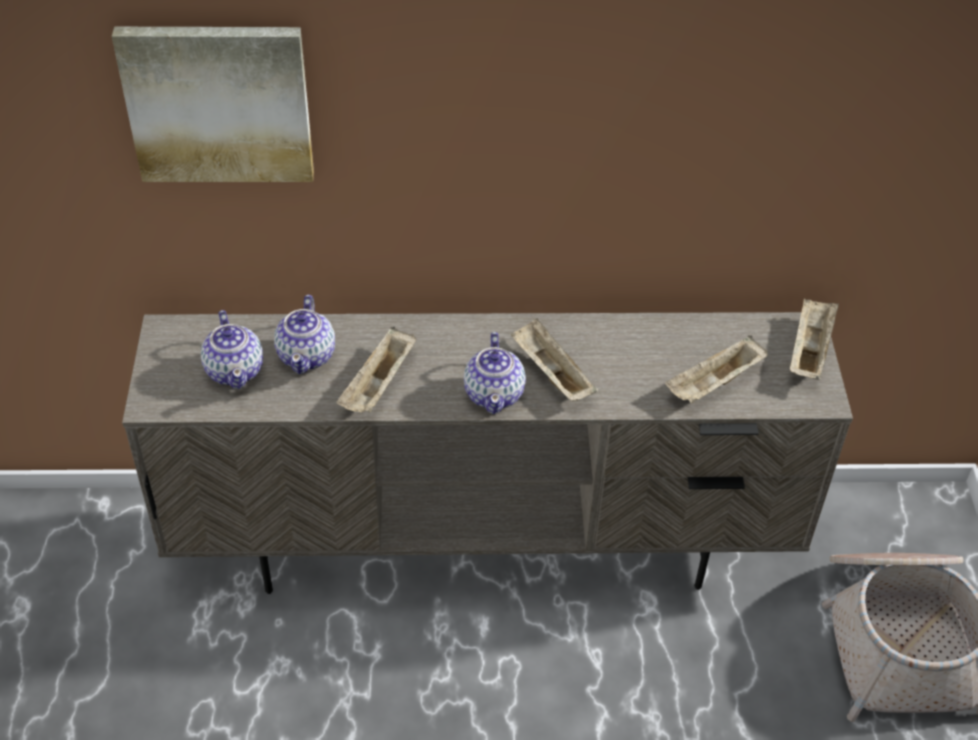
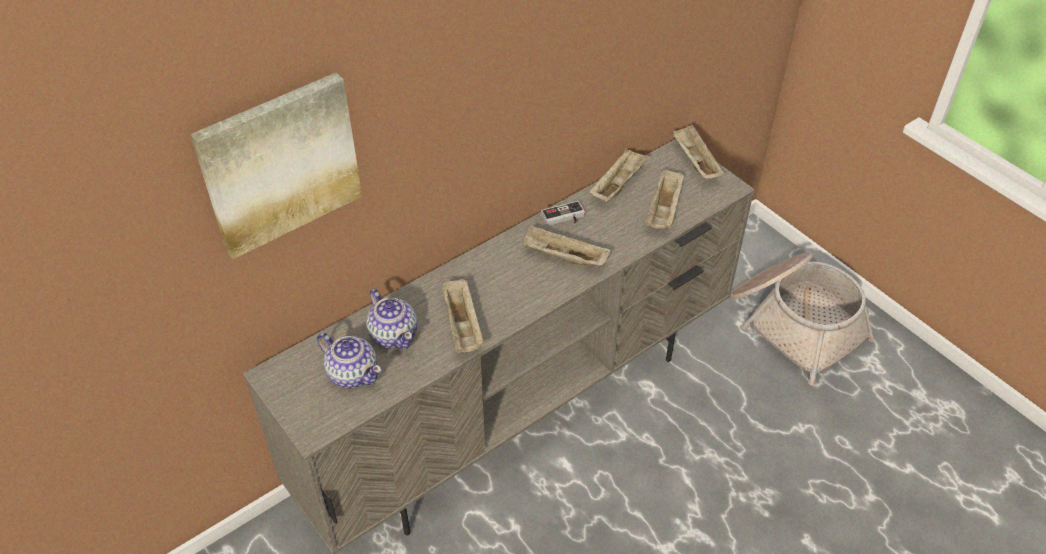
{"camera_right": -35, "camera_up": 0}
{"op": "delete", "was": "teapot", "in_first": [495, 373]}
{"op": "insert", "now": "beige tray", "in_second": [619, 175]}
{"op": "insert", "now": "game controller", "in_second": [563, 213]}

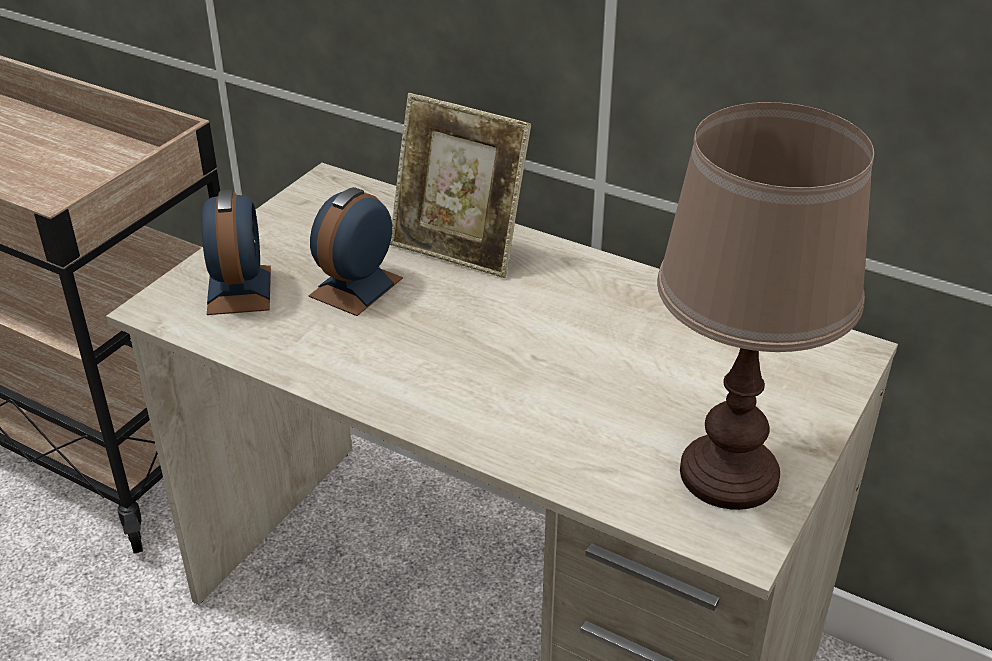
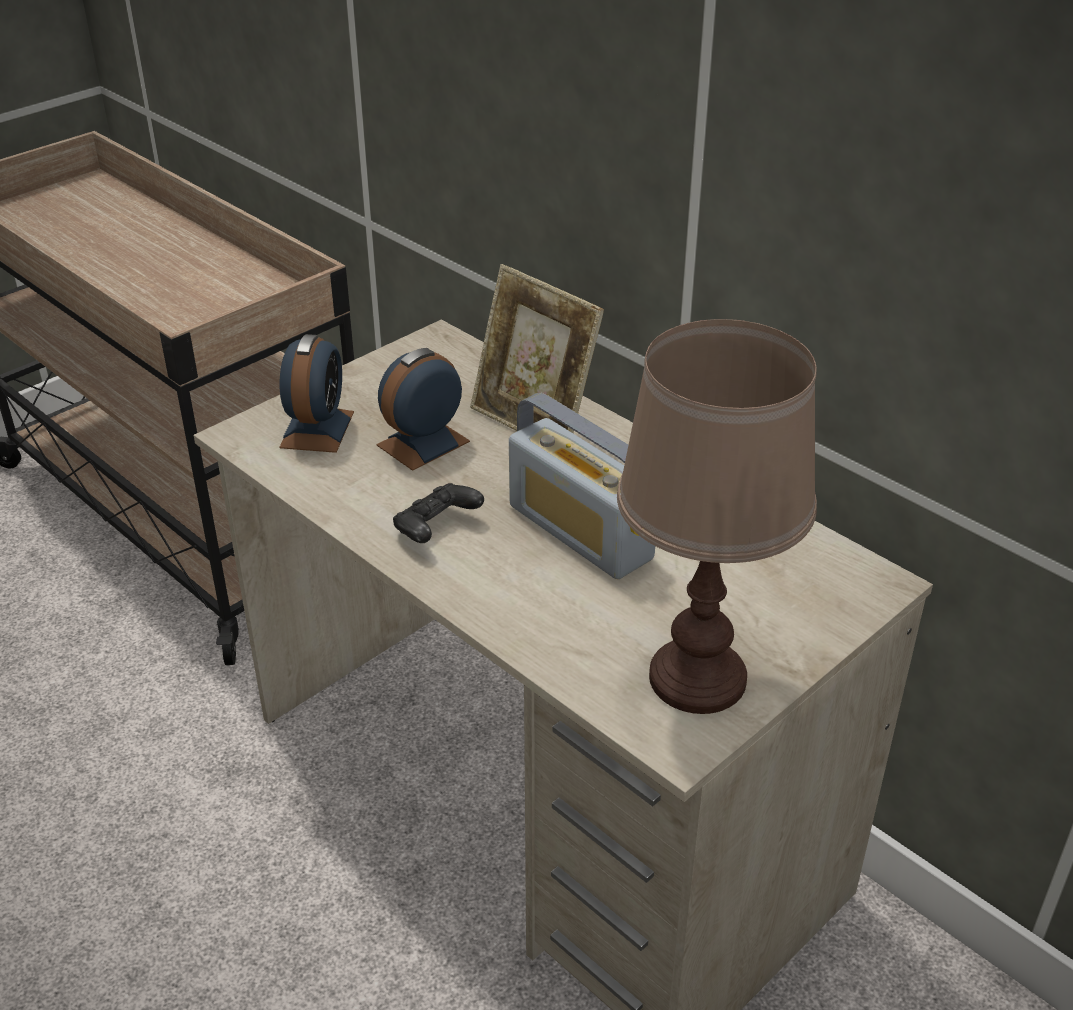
{"camera_right": 15, "camera_up": 0}
{"op": "insert", "now": "radio", "in_second": [582, 486]}
{"op": "insert", "now": "black game controller", "in_second": [438, 513]}

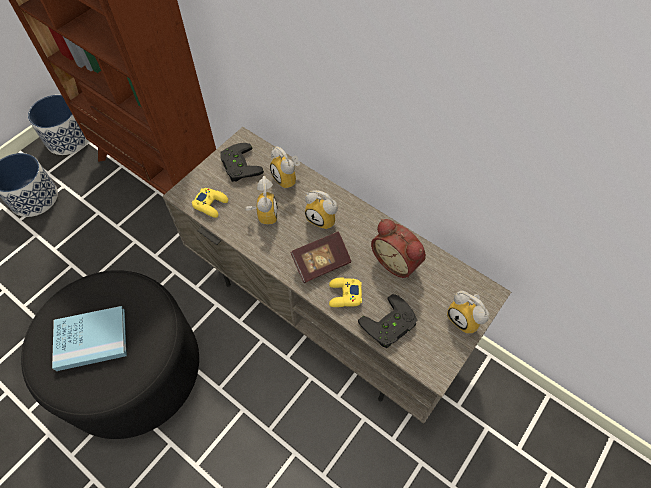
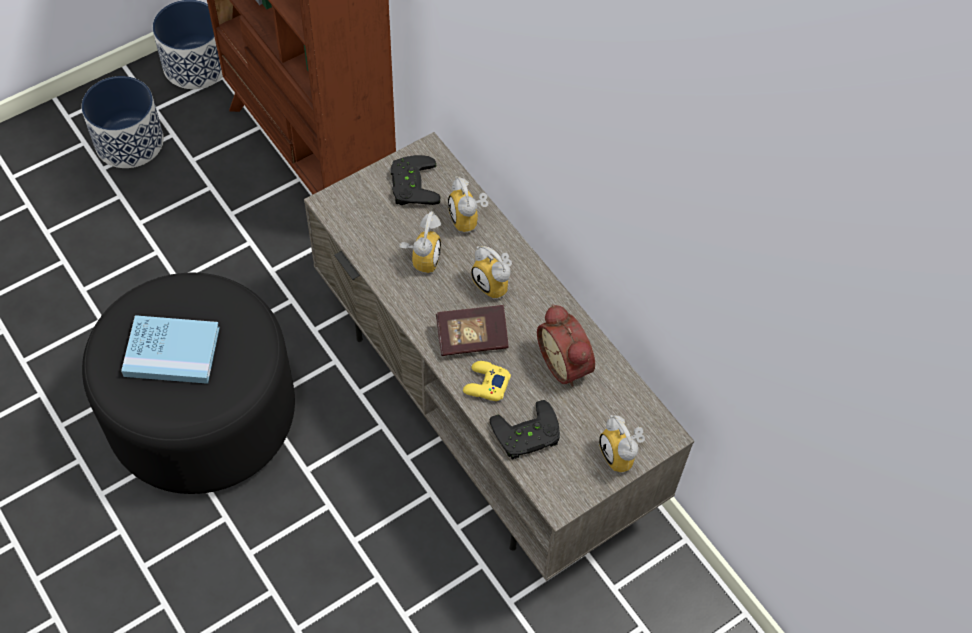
{"camera_right": 15, "camera_up": 0}
{"op": "delete", "was": "yellow game controller", "in_first": [210, 203]}

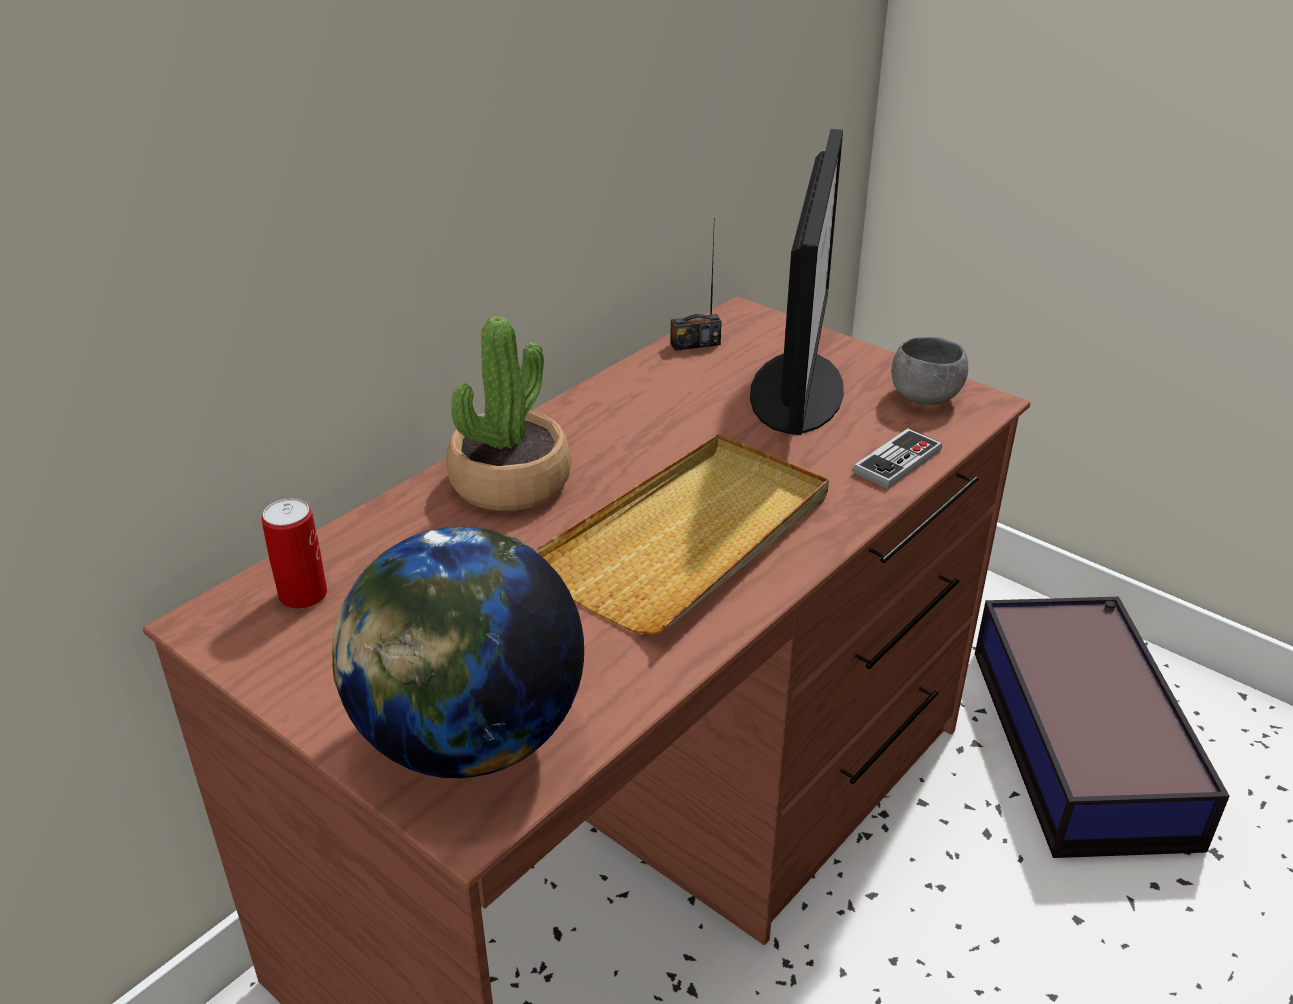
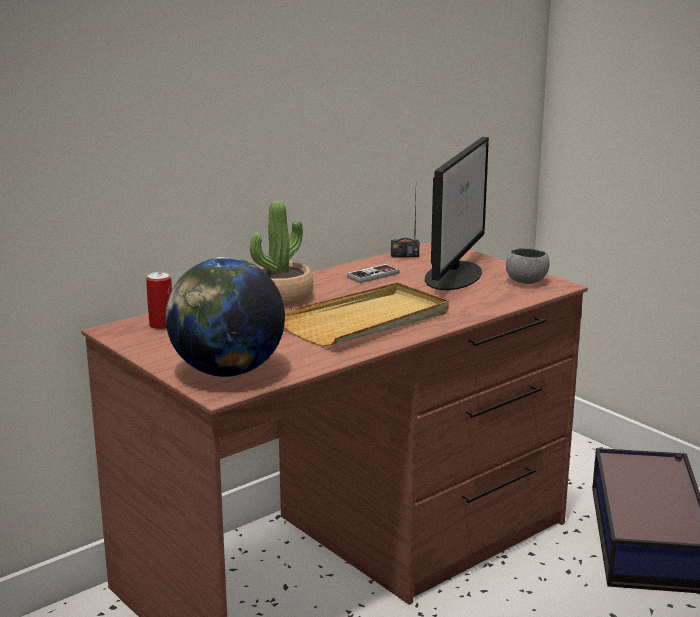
{"camera_right": 10, "camera_up": -15}
{"op": "move", "was": "game controller", "in_first": [897, 458], "in_second": [373, 273]}

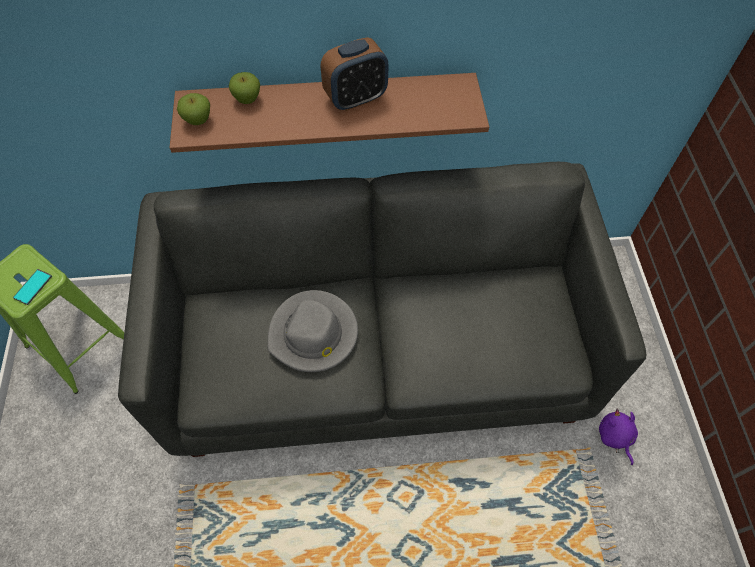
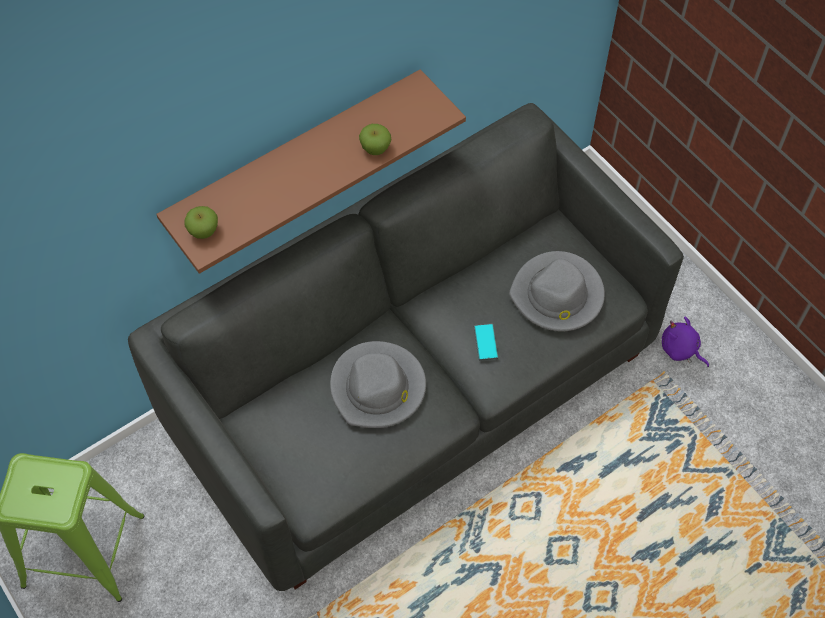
{"camera_right": -30, "camera_up": 0}
{"op": "delete", "was": "alarm clock", "in_first": [354, 74]}
{"op": "move", "was": "apple", "in_first": [244, 88], "in_second": [375, 139]}
{"op": "move", "was": "phone", "in_first": [32, 287], "in_second": [486, 342]}
{"op": "insert", "now": "grey hat", "in_second": [557, 291]}

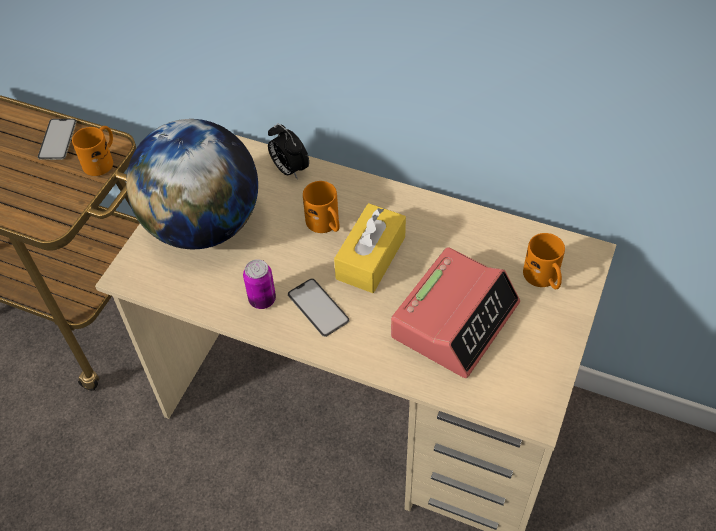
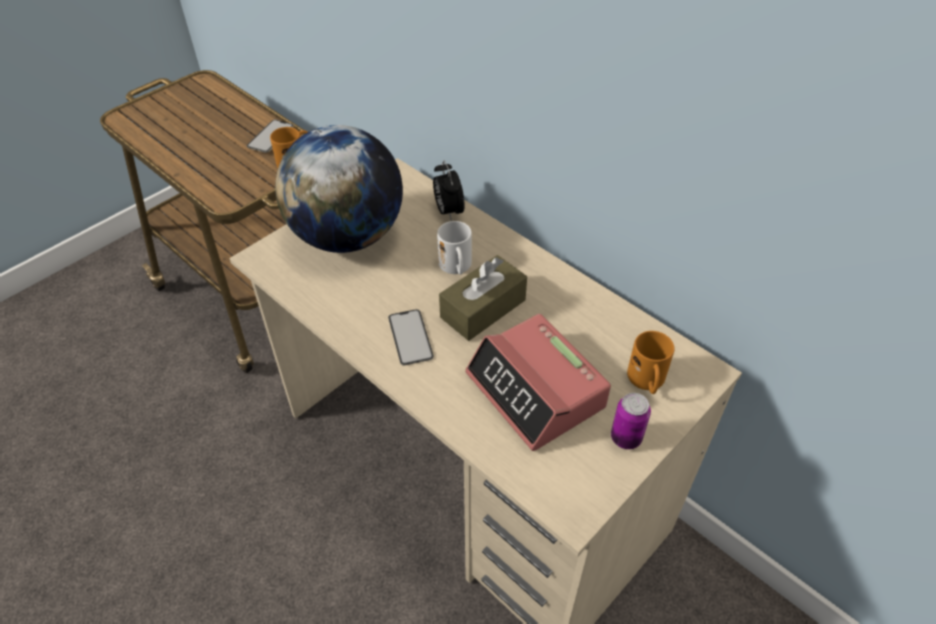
{"camera_right": 20, "camera_up": -5}
{"op": "recolor", "was": "orange mug", "now": "white mug", "in_first": [321, 207], "in_second": [454, 248]}
{"op": "recolor", "was": "yellow tissue box", "now": "brown tissue box", "in_first": [370, 248], "in_second": [483, 298]}
{"op": "rotate", "was": "alarm clock", "in_first": [455, 312], "in_second": [538, 382], "clockwise": 90}
{"op": "move", "was": "can", "in_first": [259, 284], "in_second": [631, 421]}

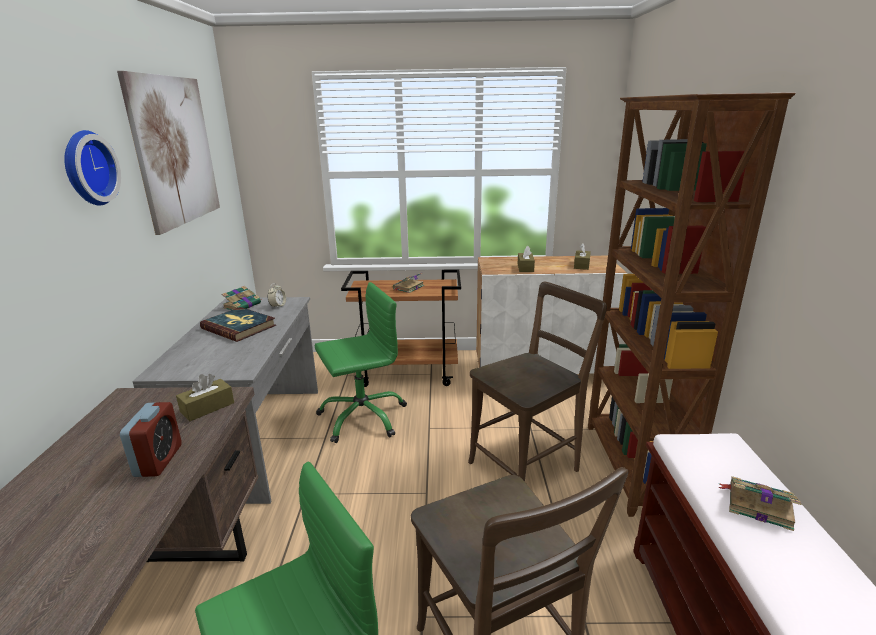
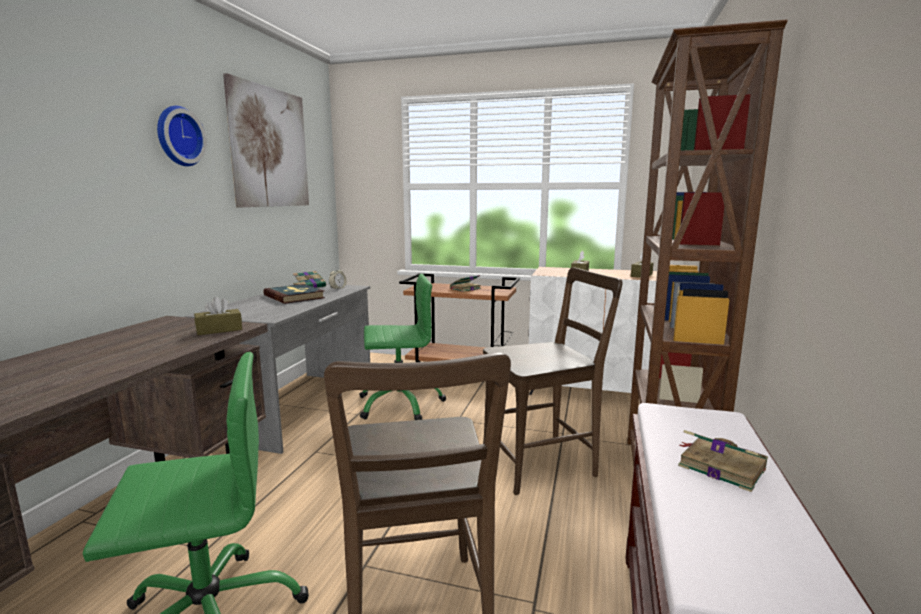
{"camera_right": 15, "camera_up": -10}
{"op": "delete", "was": "alarm clock", "in_first": [151, 439]}

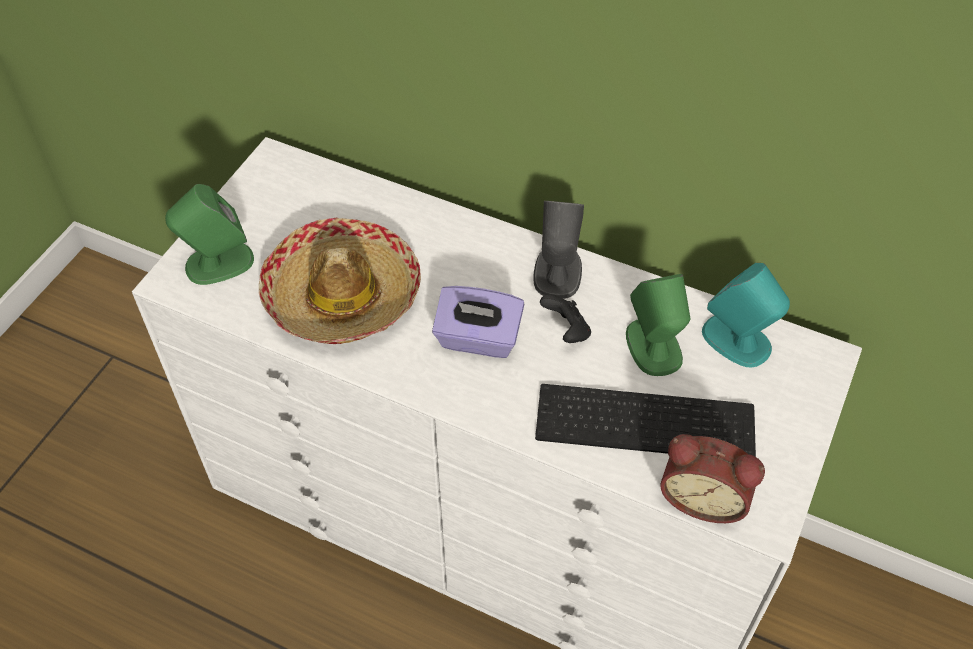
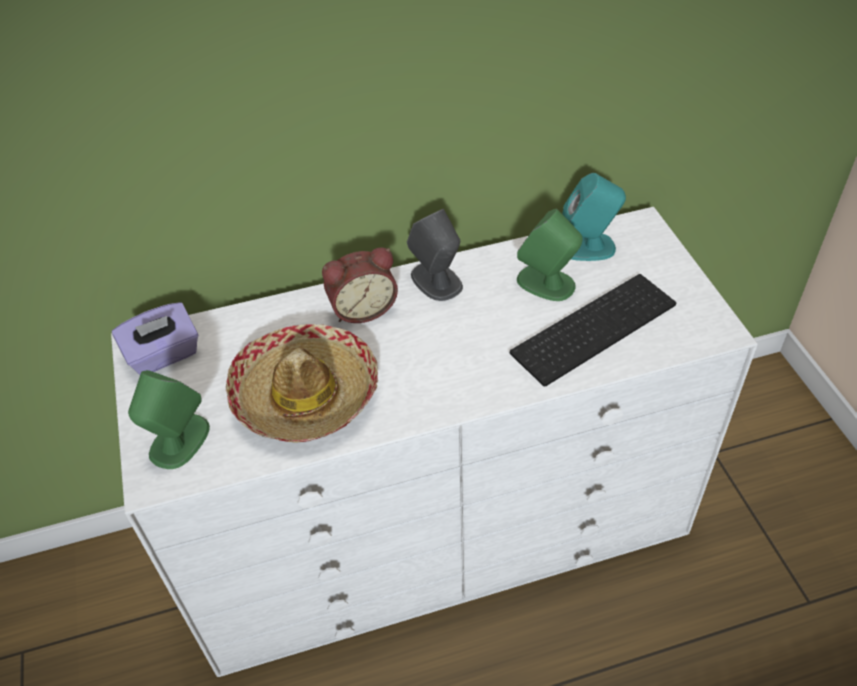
{"camera_right": -40, "camera_up": -5}
{"op": "move", "was": "purple tissue box", "in_first": [478, 322], "in_second": [155, 338]}
{"op": "delete", "was": "black game controller", "in_first": [565, 318]}
{"op": "move", "was": "alarm clock", "in_first": [712, 478], "in_second": [360, 285]}

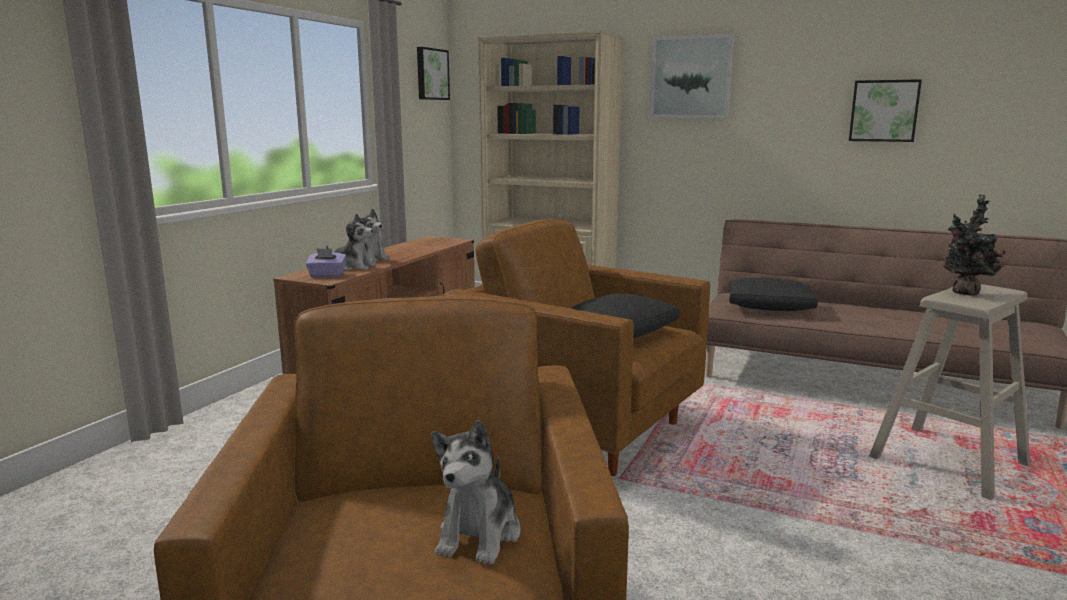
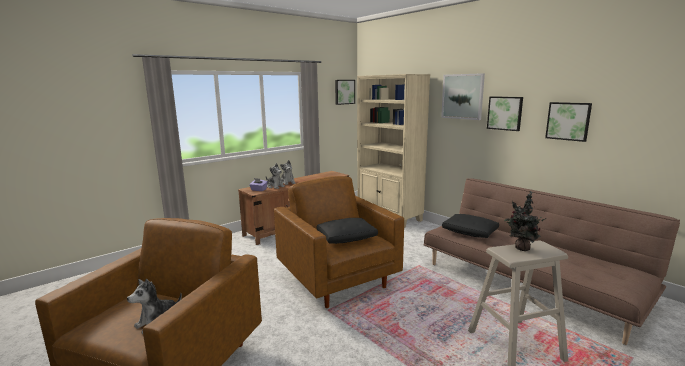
{"camera_right": 25, "camera_up": 0}
{"op": "insert", "now": "picture", "in_second": [505, 113]}

